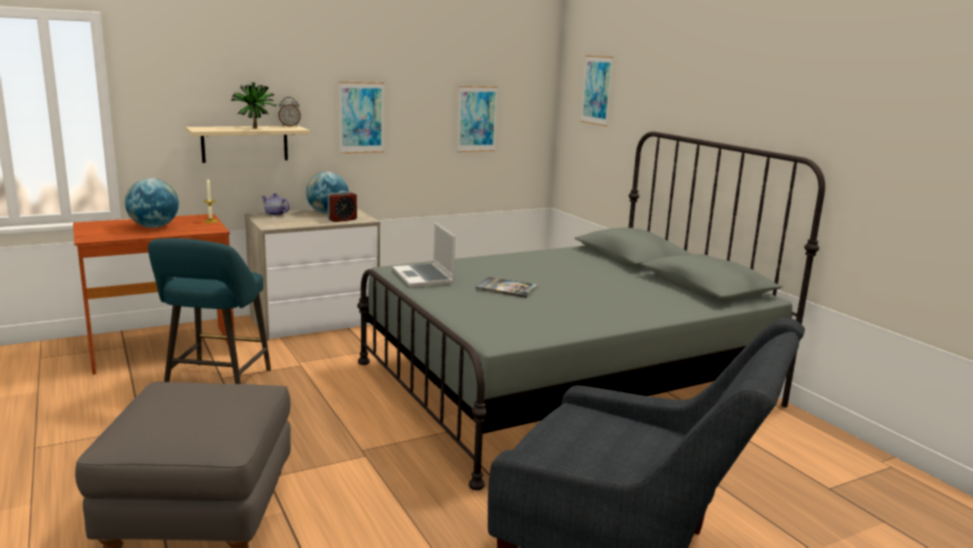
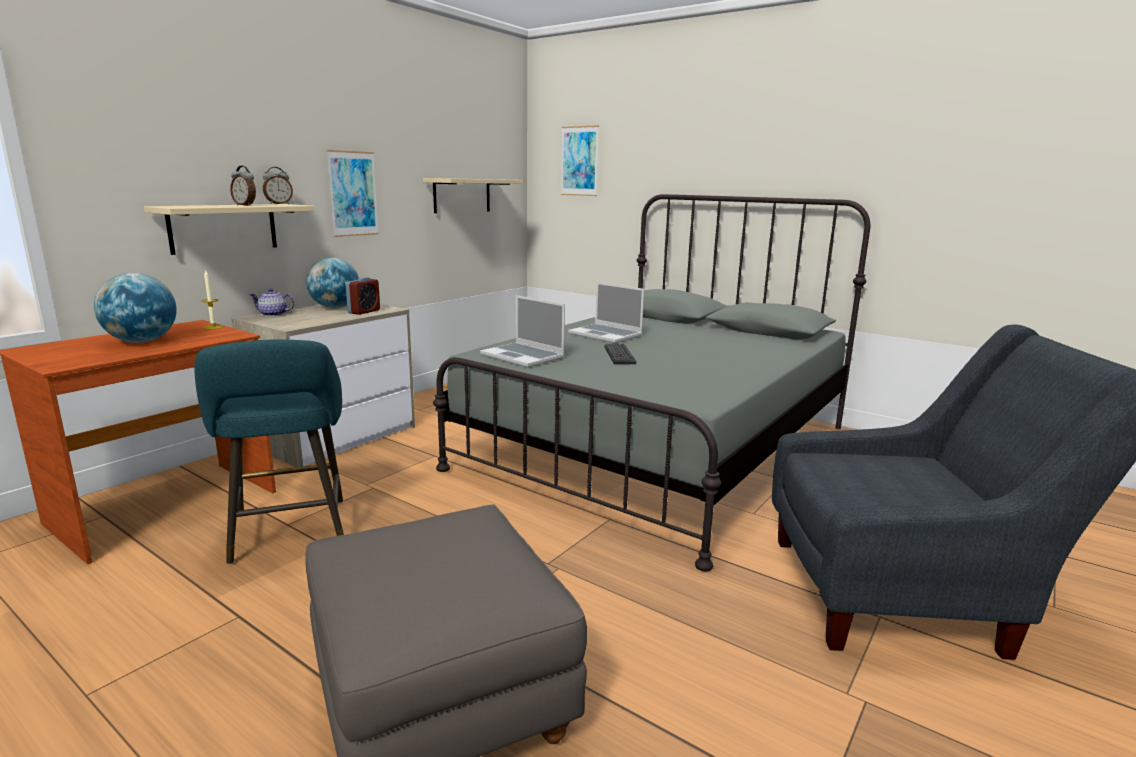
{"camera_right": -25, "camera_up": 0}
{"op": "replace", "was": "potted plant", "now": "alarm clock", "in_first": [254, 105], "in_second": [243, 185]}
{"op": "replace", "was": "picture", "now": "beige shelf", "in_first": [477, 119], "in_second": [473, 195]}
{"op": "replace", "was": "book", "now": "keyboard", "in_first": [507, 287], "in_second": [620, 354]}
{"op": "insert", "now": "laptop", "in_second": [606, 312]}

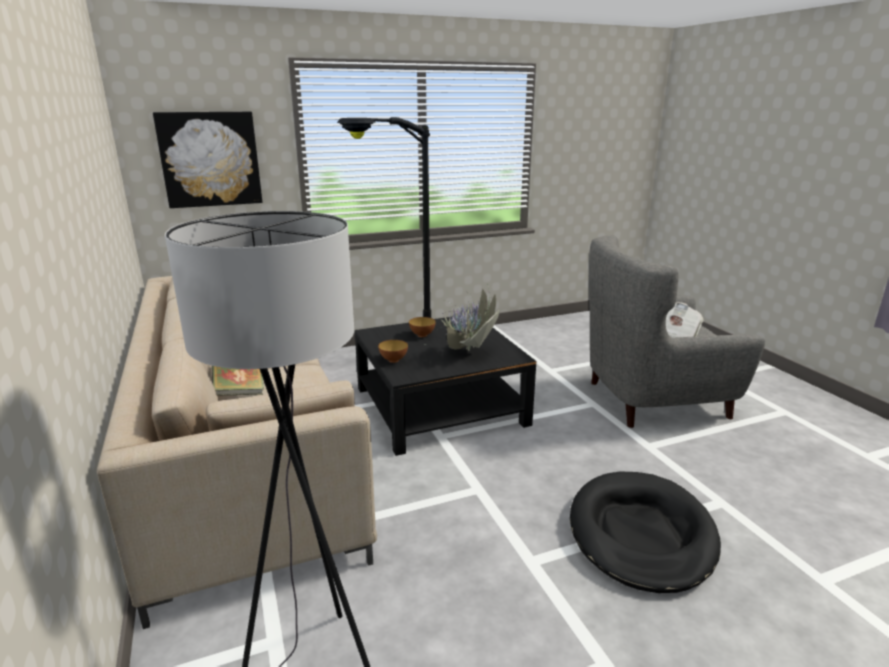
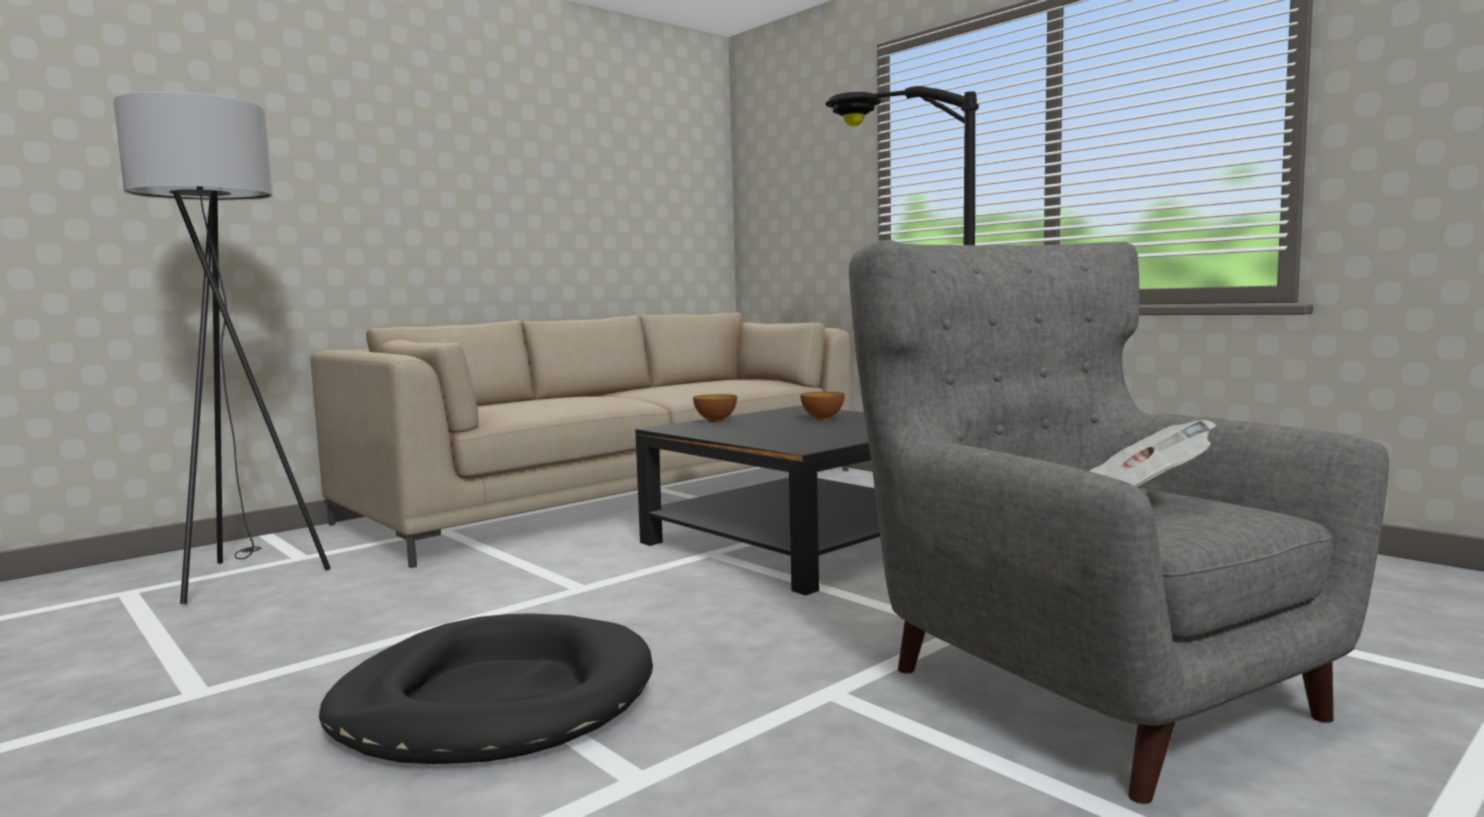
{"camera_right": 70, "camera_up": -15}
{"op": "delete", "was": "picture", "in_first": [207, 159]}
{"op": "delete", "was": "potted plant", "in_first": [462, 317]}
{"op": "delete", "was": "book", "in_first": [238, 381]}

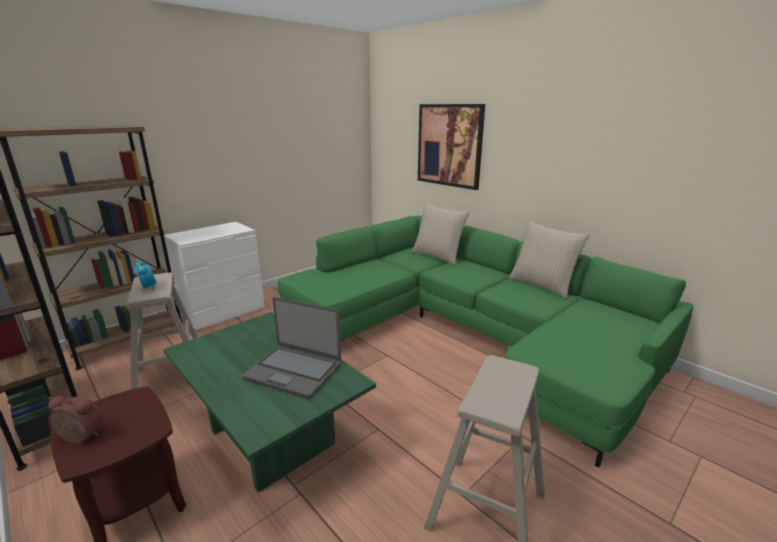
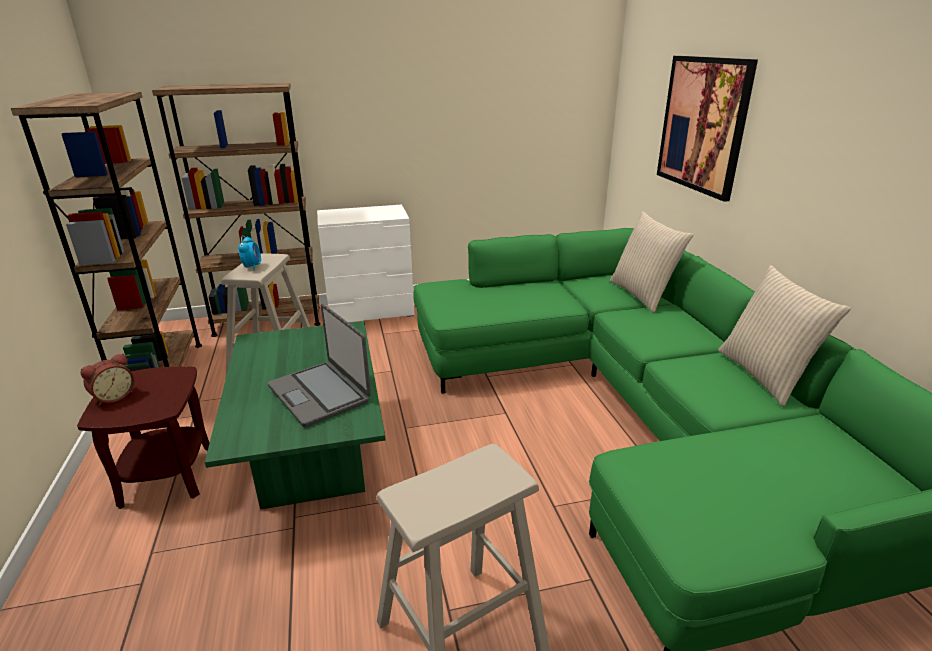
{"camera_right": 30, "camera_up": 5}
{"op": "rotate", "was": "alarm clock", "in_first": [75, 420], "in_second": [107, 379], "clockwise": 90}

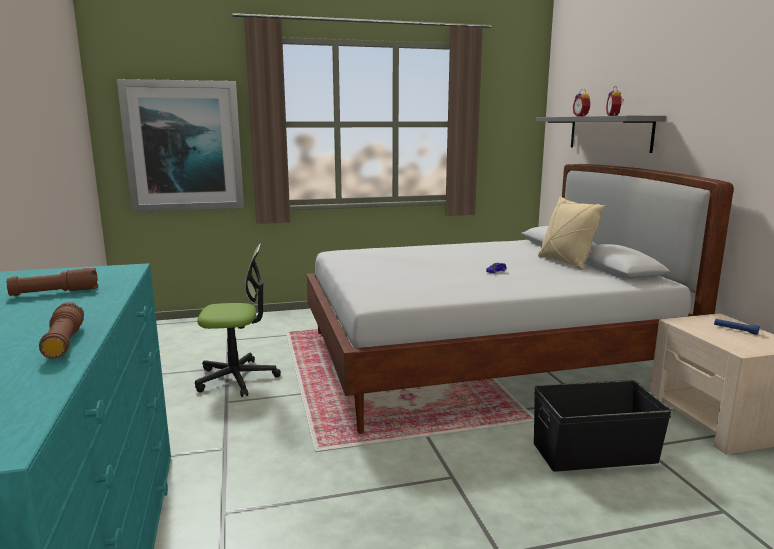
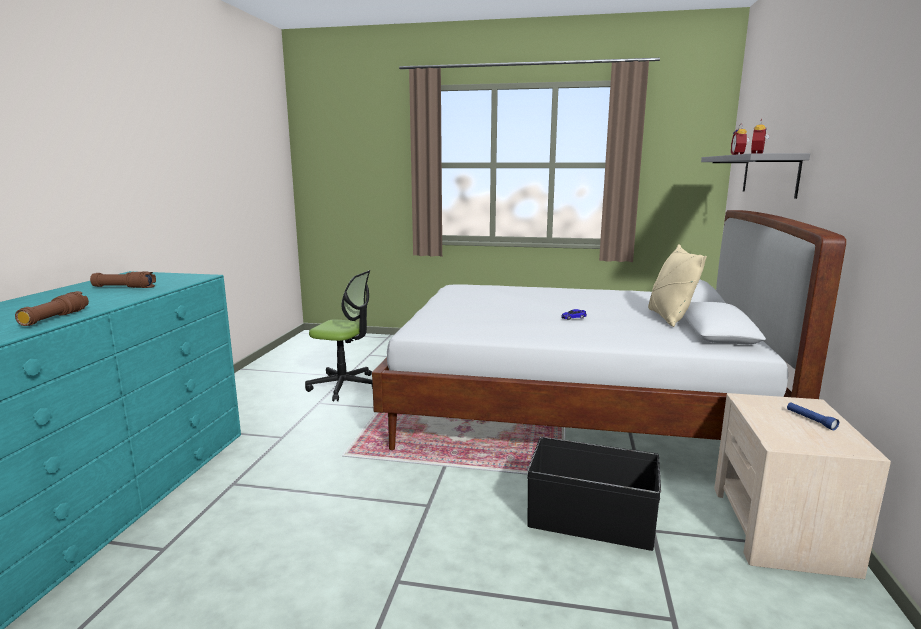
{"camera_right": 25, "camera_up": 0}
{"op": "delete", "was": "picture", "in_first": [180, 145]}

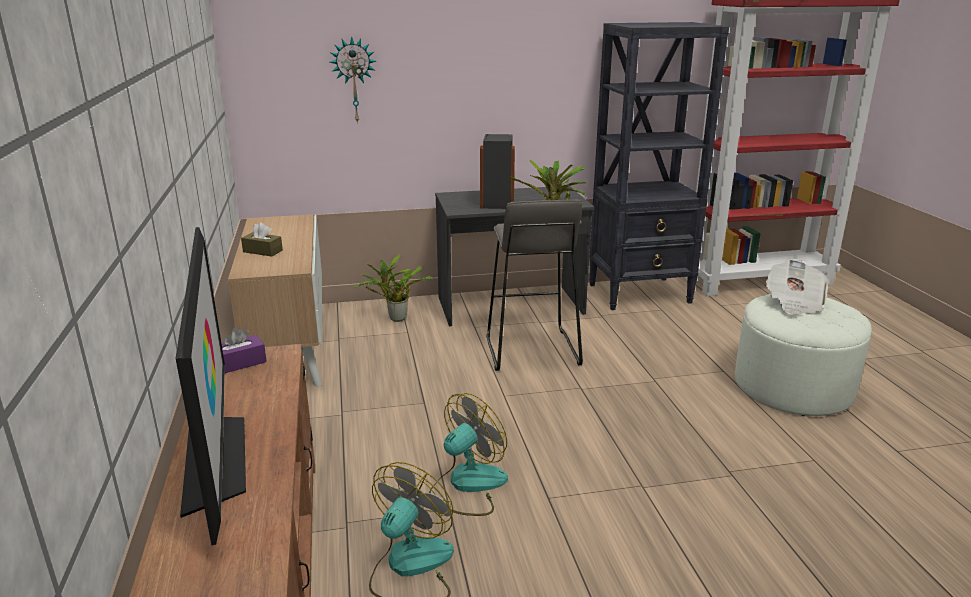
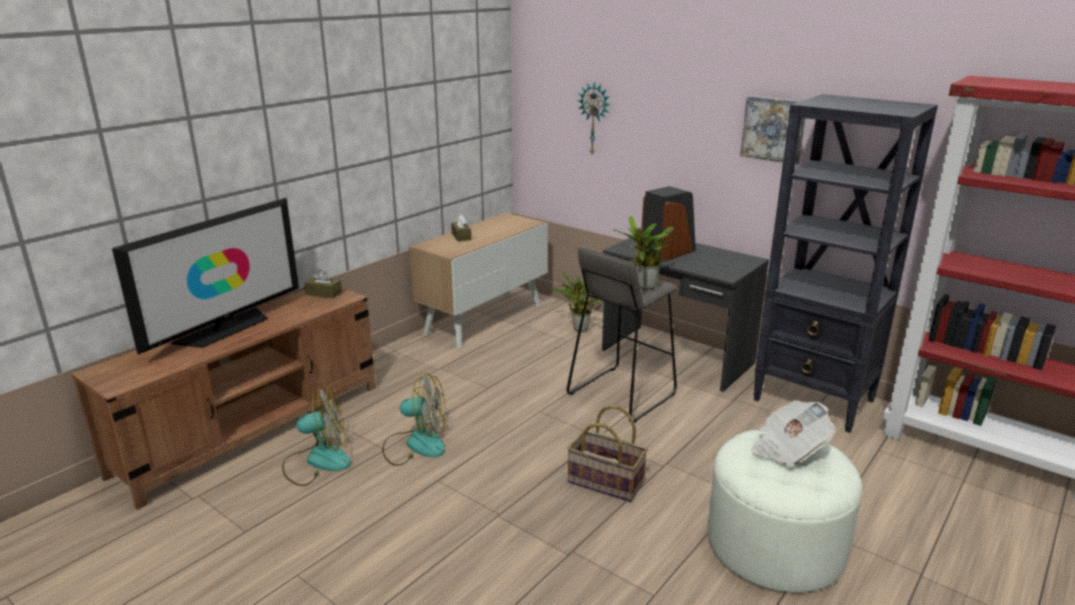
{"camera_right": 50, "camera_up": 0}
{"op": "recolor", "was": "purple tissue box", "now": "brown tissue box", "in_first": [244, 350], "in_second": [323, 283]}
{"op": "insert", "now": "picture", "in_second": [773, 130]}
{"op": "insert", "now": "basket", "in_second": [607, 453]}

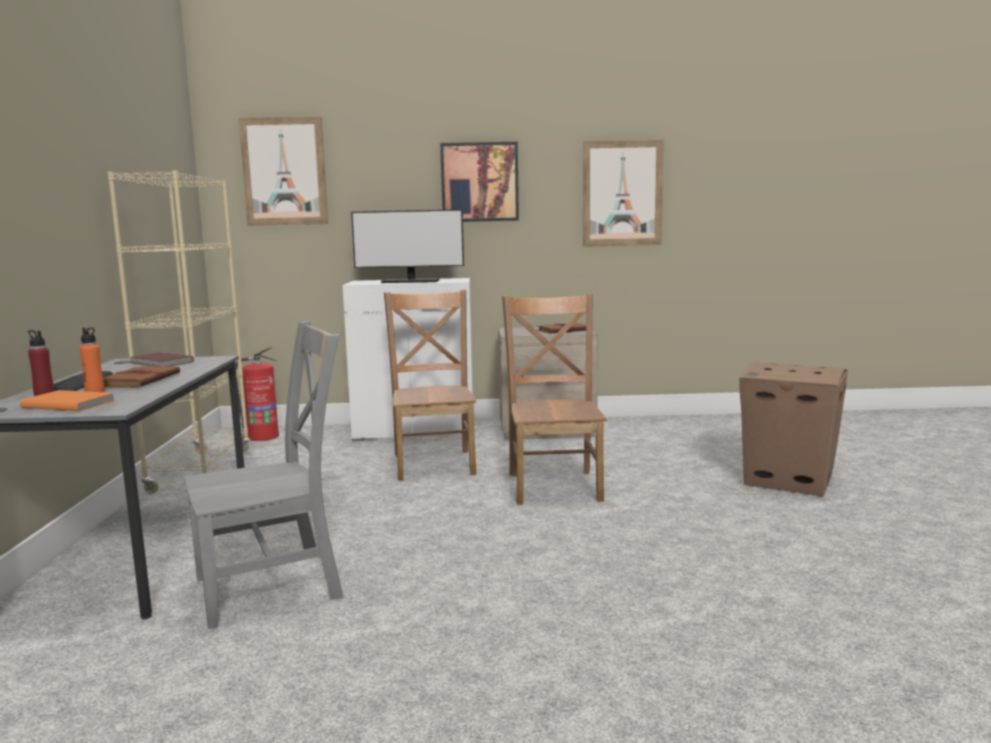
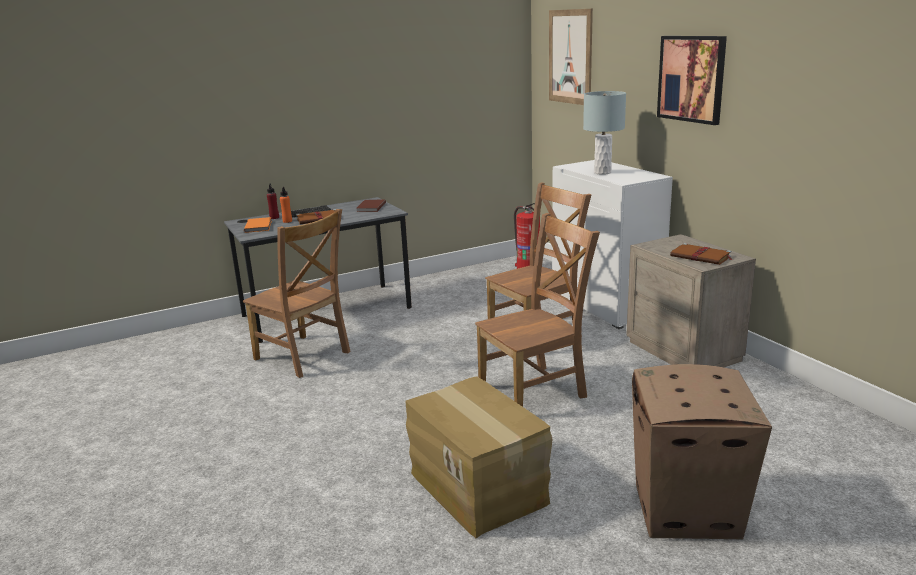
{"camera_right": 65, "camera_up": 10}
{"op": "delete", "was": "picture", "in_first": [623, 193]}
{"op": "delete", "was": "beige bookcase", "in_first": [178, 332]}
{"op": "replace", "was": "monitor", "now": "grey table lamp", "in_first": [407, 246], "in_second": [604, 133]}
{"op": "recolor", "was": "grey chair", "now": "brown chair", "in_first": [264, 475], "in_second": [297, 293]}
{"op": "insert", "now": "cardboard box", "in_second": [478, 457]}

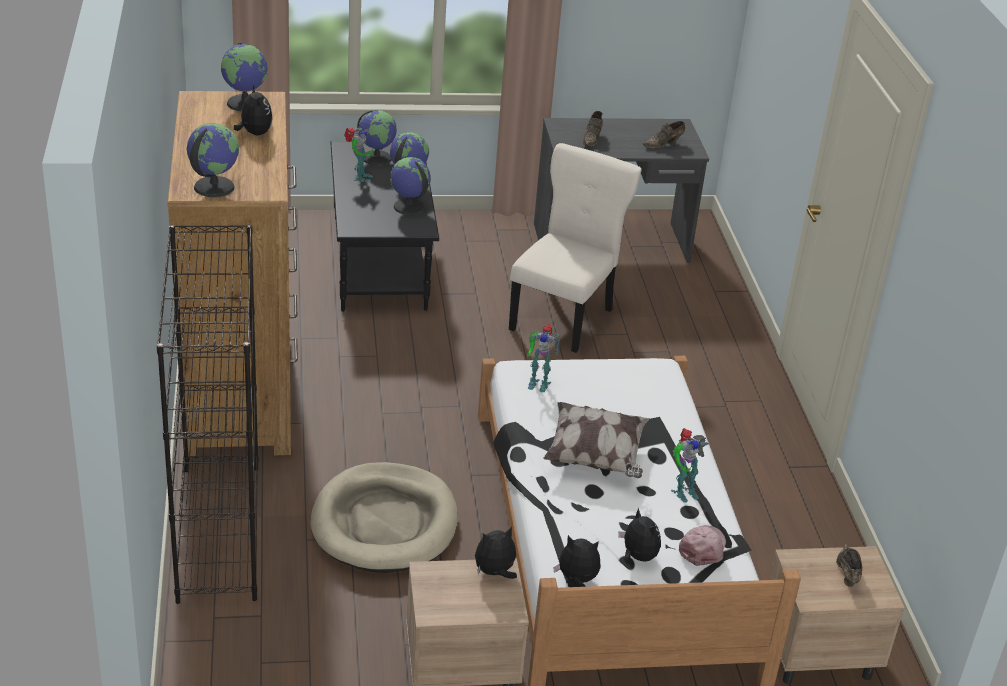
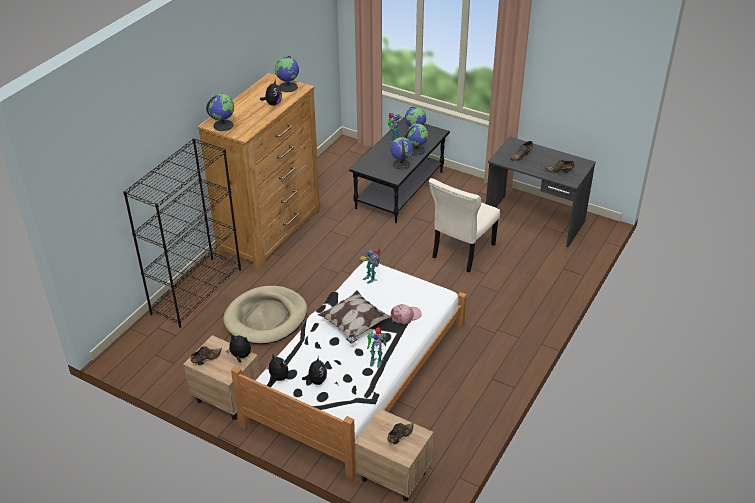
{"camera_right": 40, "camera_up": 5}
{"op": "rotate", "was": "beige chair", "in_first": [575, 248], "in_second": [464, 225], "clockwise": 150}
{"op": "move", "was": "pink cap", "in_first": [702, 545], "in_second": [406, 314]}
{"op": "insert", "now": "brown shoe", "in_second": [206, 356]}

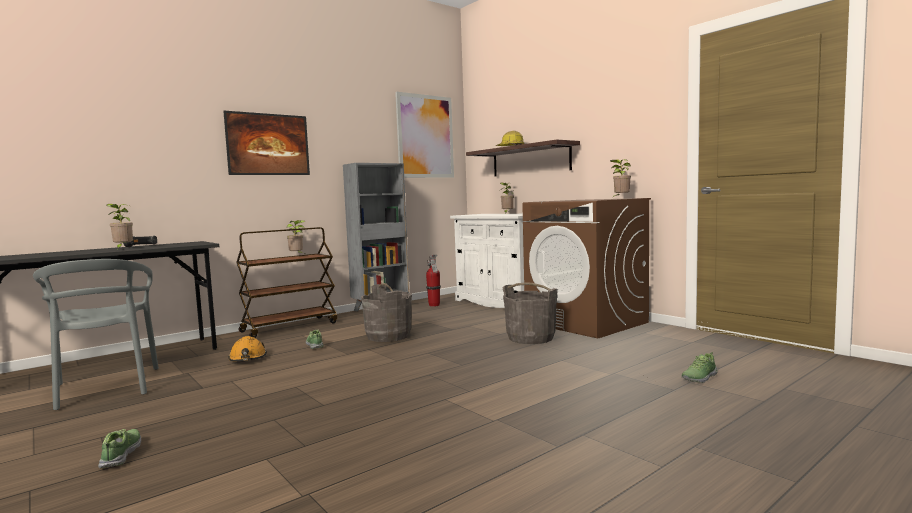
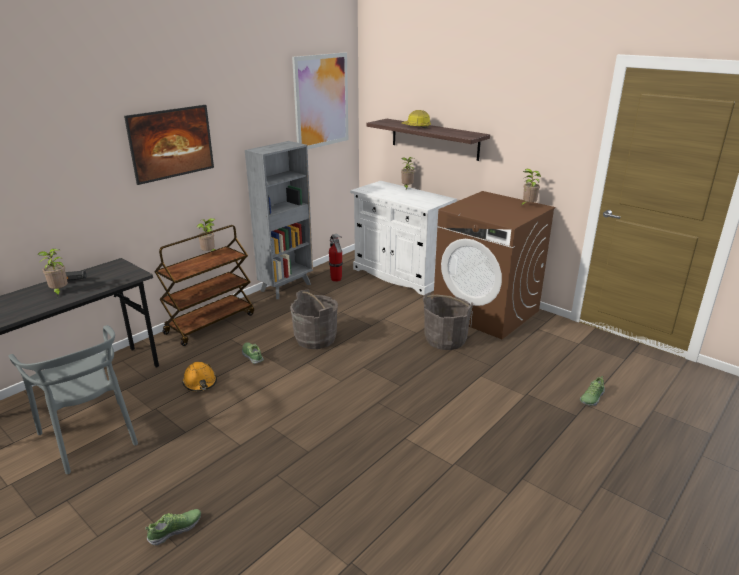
{"camera_right": -10, "camera_up": 20}
{"op": "rotate", "was": "shoe", "in_first": [119, 449], "in_second": [173, 527], "clockwise": 75}

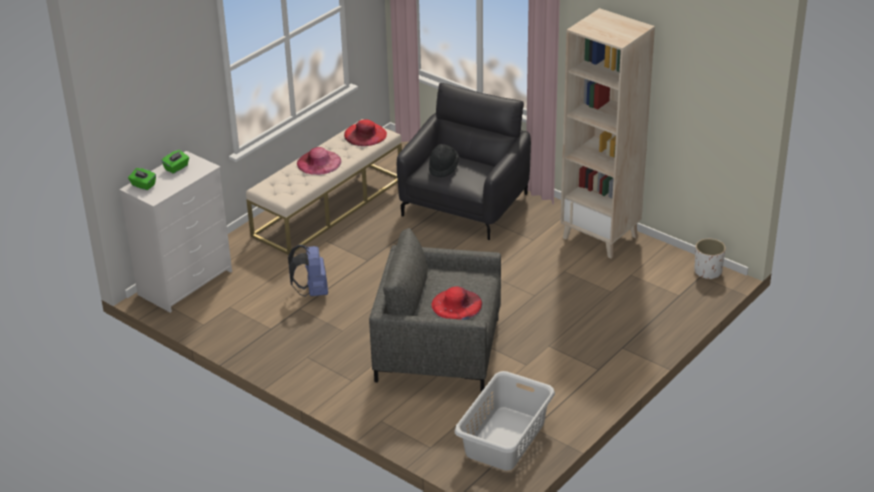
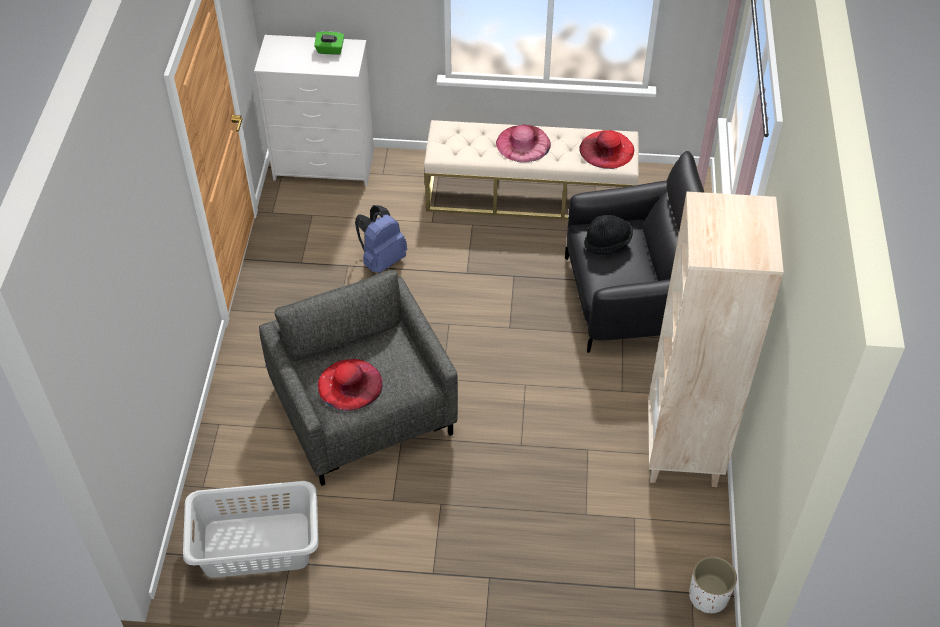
{"camera_right": 55, "camera_up": 15}
{"op": "delete", "was": "green tissue box", "in_first": [142, 179]}

